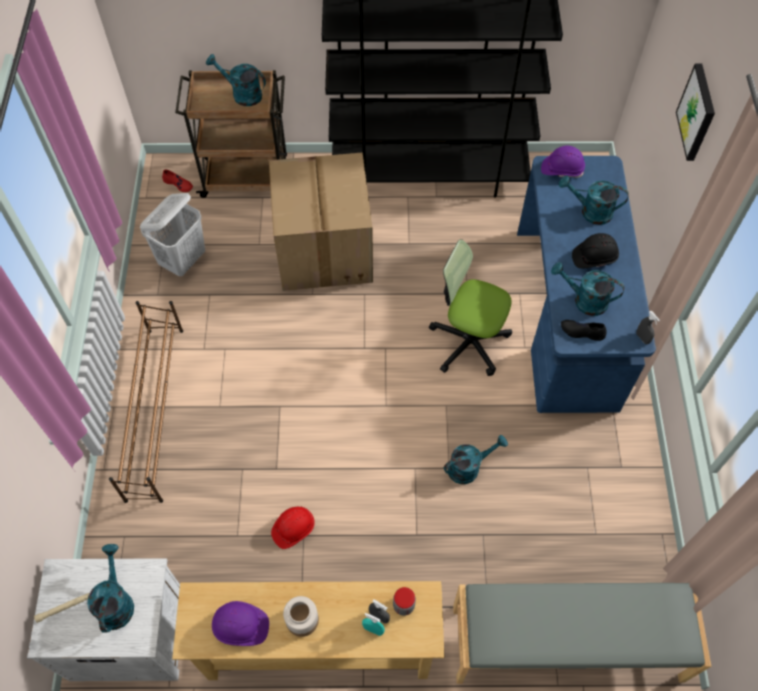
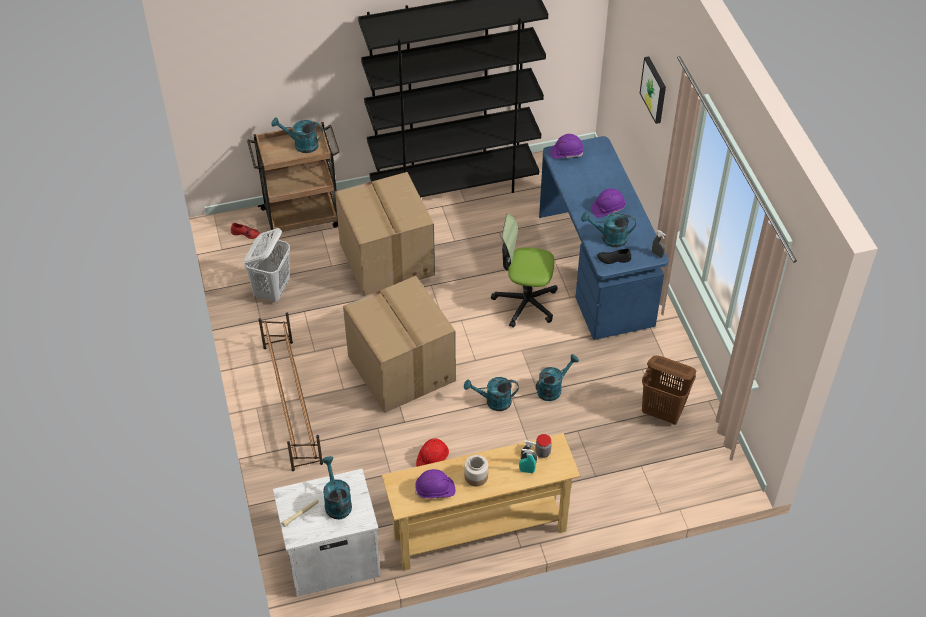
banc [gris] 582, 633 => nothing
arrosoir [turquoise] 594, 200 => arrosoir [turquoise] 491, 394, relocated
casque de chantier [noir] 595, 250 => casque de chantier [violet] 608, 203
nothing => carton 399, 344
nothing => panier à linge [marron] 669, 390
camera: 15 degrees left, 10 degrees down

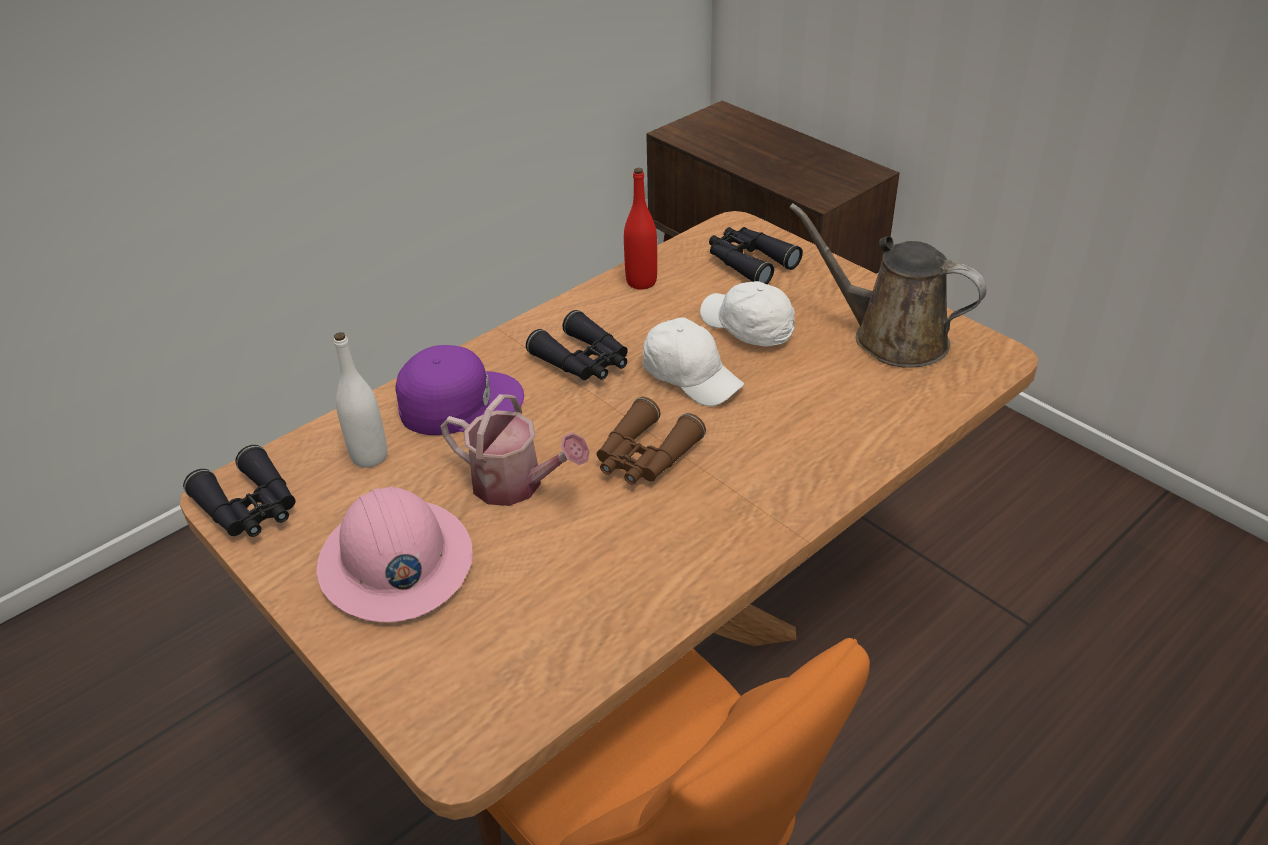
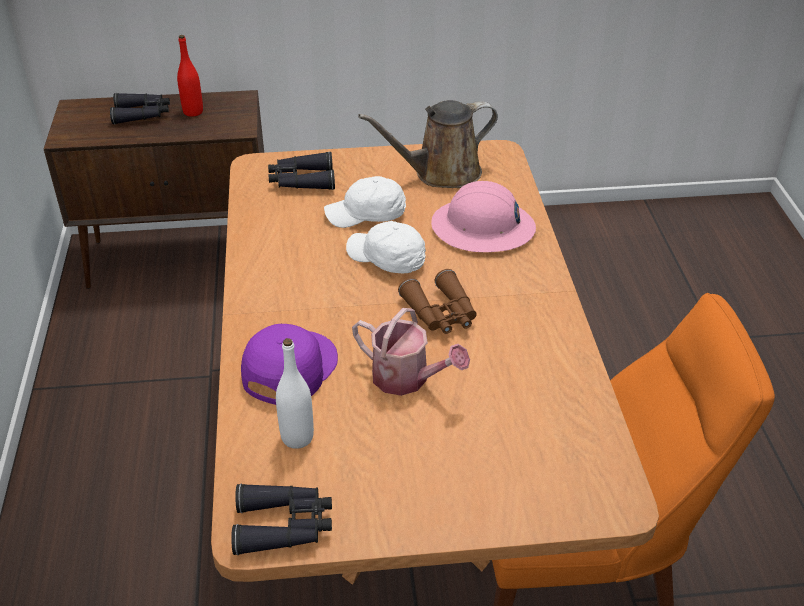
casque de chantier [rose] 395, 554 => casque de chantier [rose] 483, 216, relocated
arrosoir 515, 450 => arrosoir 411, 352, 60 degrees clockwise
jumelles [noir] 577, 345 => jumelles [noir] 140, 108, relocated
bouteille [rouge] 640, 228 => bouteille [rouge] 190, 76, relocated
casquette [blanc] 693, 362 => casquette [blanc] 386, 247, 135 degrees counterclockwise
camera: 55 degrees left, 0 degrees up

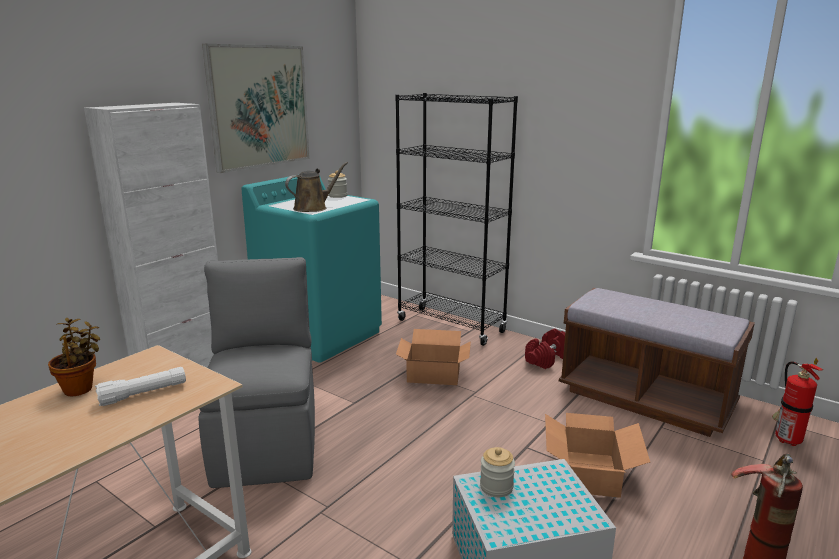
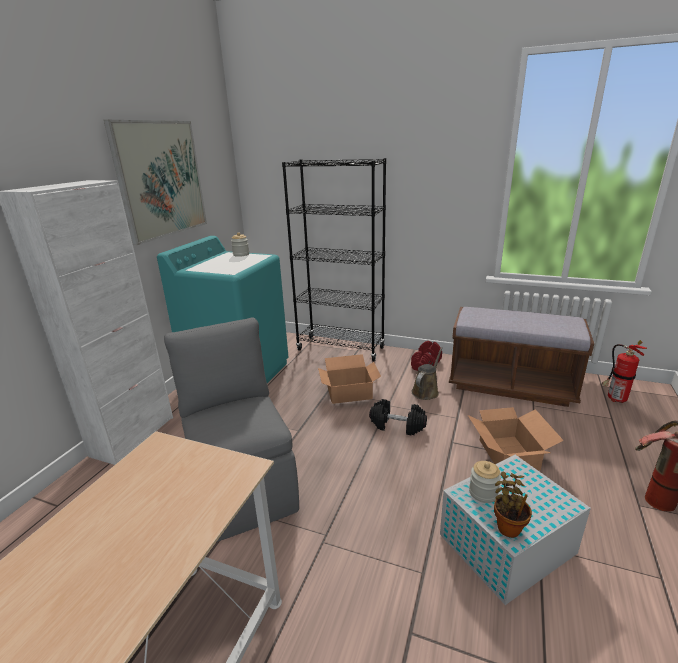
plante en pot 74, 357 => plante en pot 513, 505, relocated
lampe de poche [blanc] 140, 386 => nothing
arrosoir [marron] 316, 187 => arrosoir [marron] 427, 373, relocated
nothing => haltère [noir] 398, 417
camera: 15 degrees left, 5 degrees up

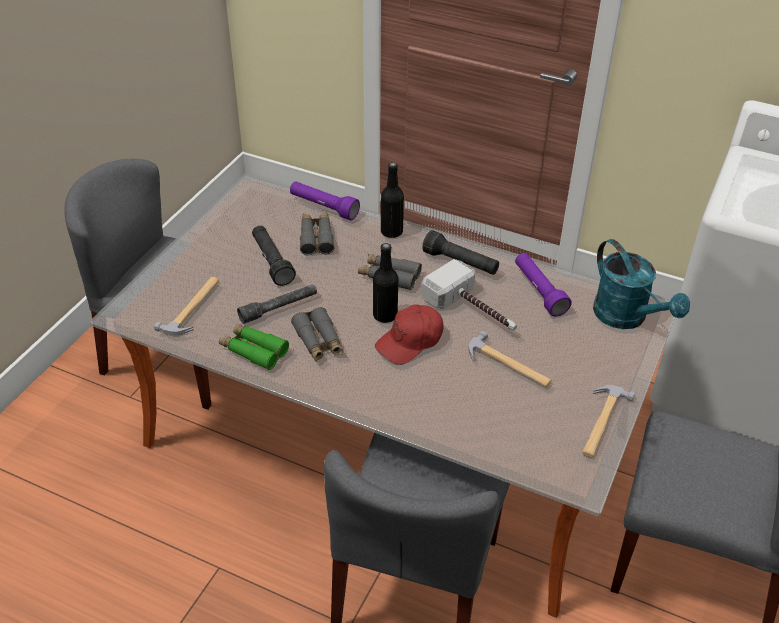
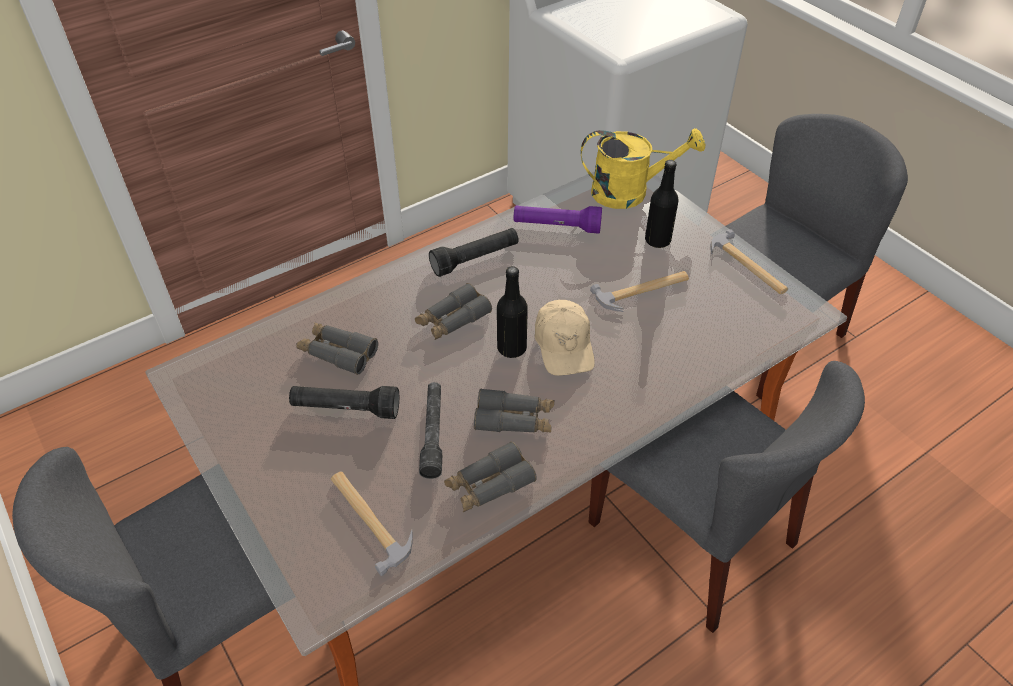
jumelles [vert] 254, 346 => jumelles [gris] 490, 477
lampe de poche [violet] 325, 200 => nothing
casquette [rouge] 409, 334 => casquette [beige] 564, 338
bouteille [noir] 392, 200 => bouteille [noir] 662, 204, relocated
marteau 469, 295 => nothing
arrosoir [turquoise] 641, 284 => arrosoir [jaune] 643, 168
camera: 60 degrees left, 5 degrees up

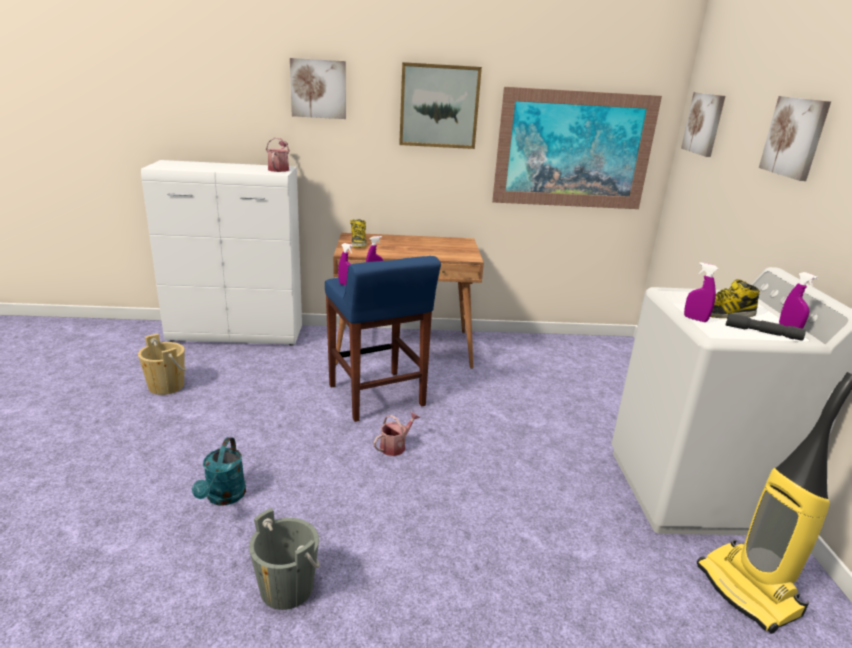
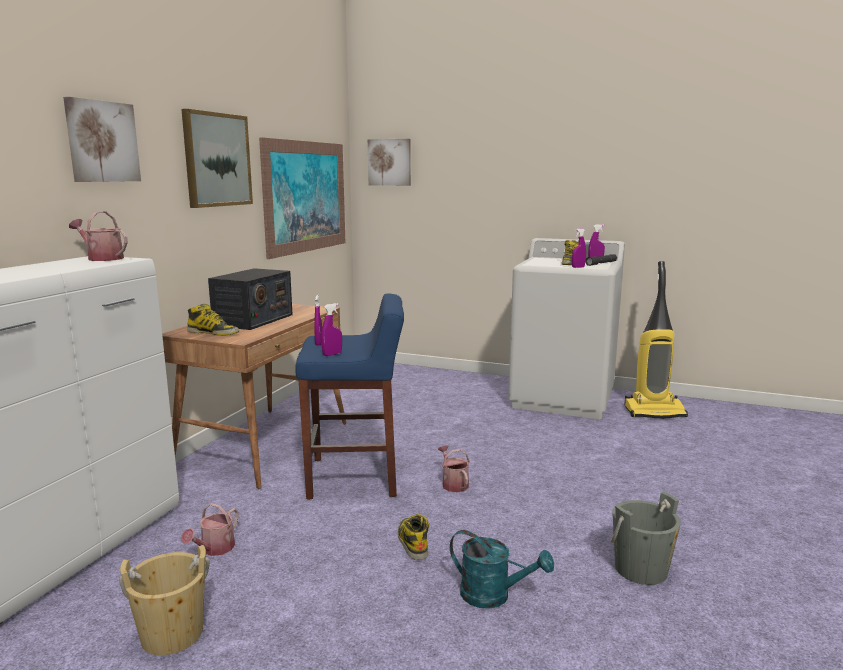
tableau 795, 138 => nothing
nothing => arrosoir 210, 529
nothing => radio 250, 299
nothing => botte 413, 537
camera: 65 degrees left, 10 degrees down

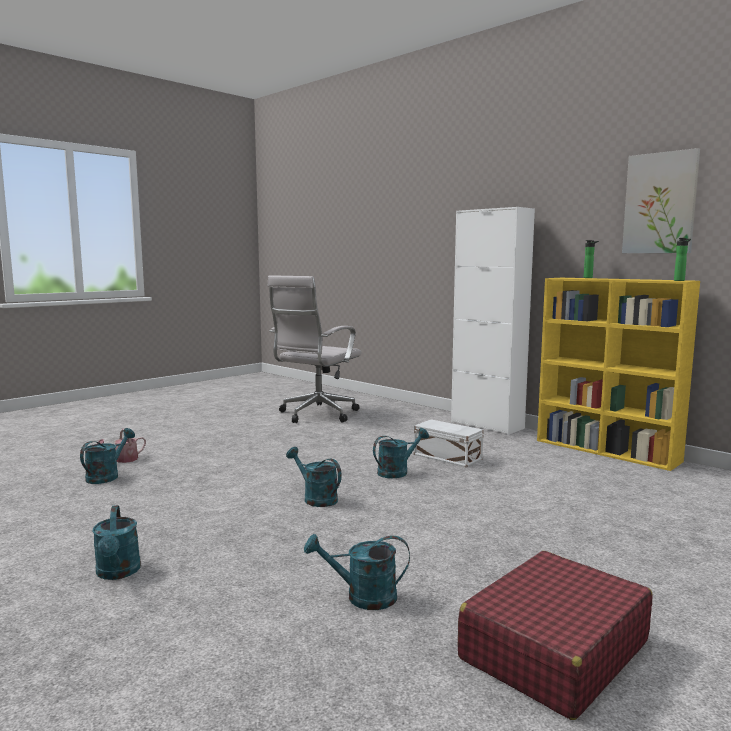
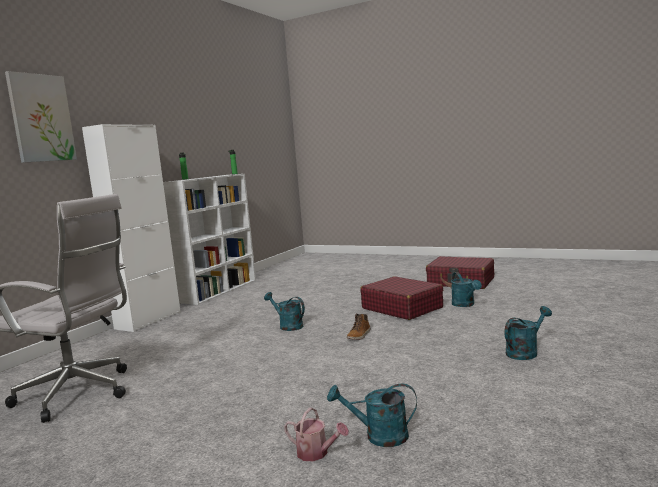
arrosoir [turquoise] 314, 477 => botte 359, 326
boîte de rangement [blanc] 449, 444 => nothing
bibliothèque [jaune] 618, 374 => bibliothèque [blanc] 209, 239
tableau 661, 200 => tableau 41, 117, relocated
nothing => valise [rouge] 401, 298
camera: 105 degrees left, 0 degrees up

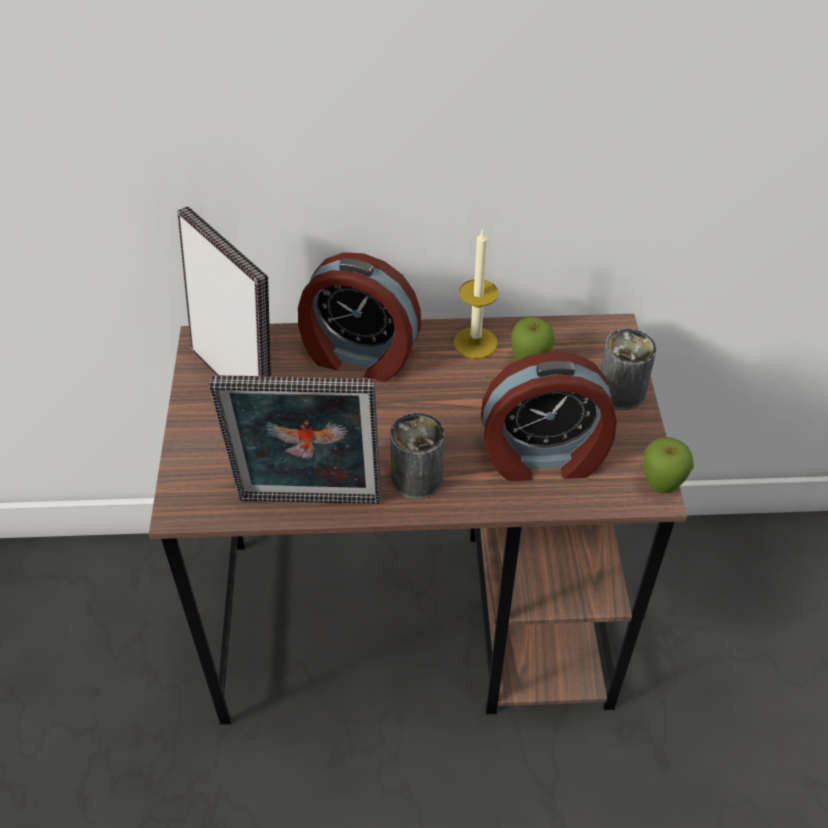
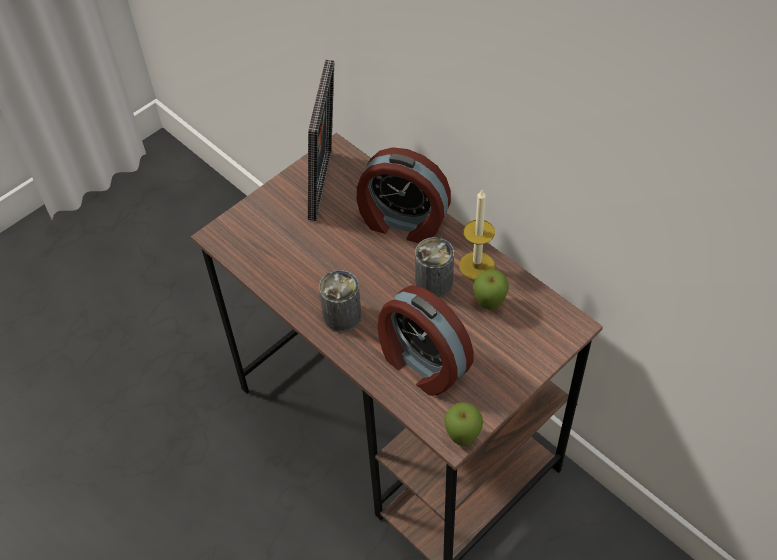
cadre photo 295, 439 => nothing
réveil 359, 317 => réveil 404, 195, 45 degrees counterclockwise
boîte métallique 629, 369 => boîte métallique 434, 267, relocated
camera: 50 degrees right, 5 degrees up

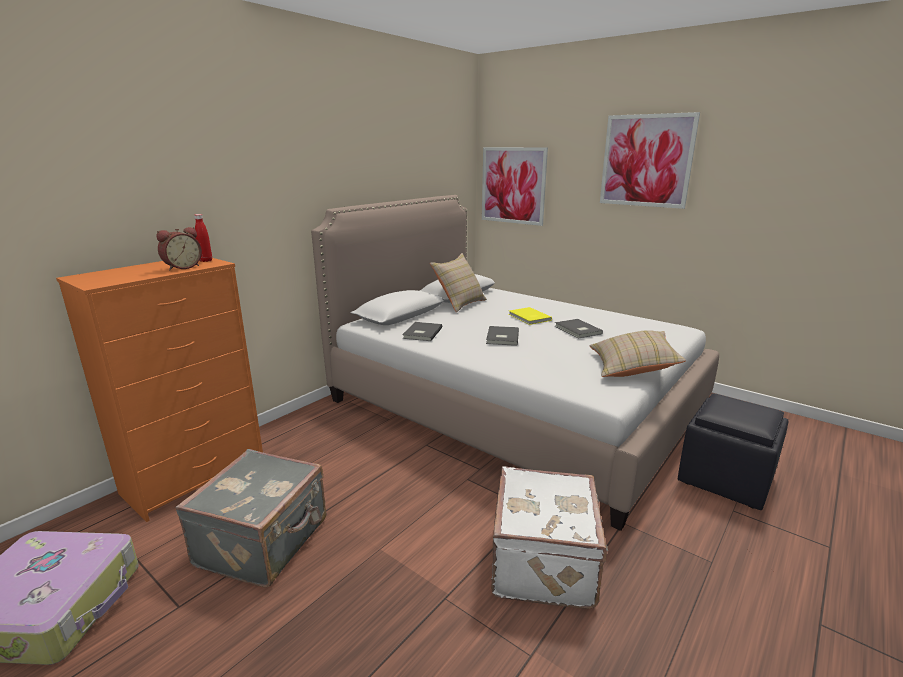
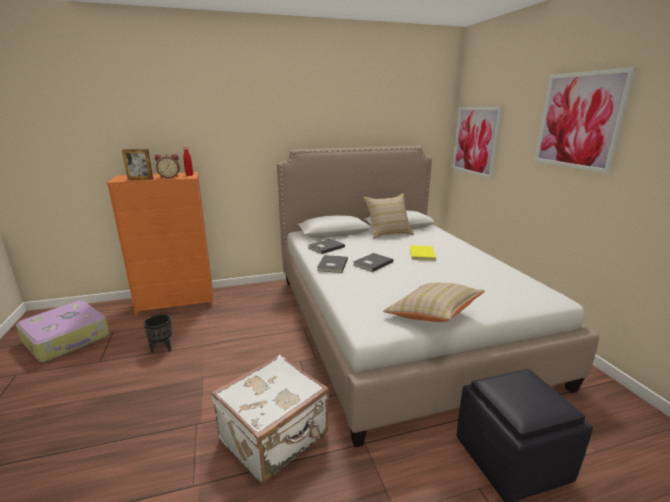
valise [gris] 250, 518 => cache-pot [noir] 157, 333
livre [gris] 579, 329 => livre [gris] 332, 264, relocated
nothing => cadre photo 137, 164
camera: 35 degrees right, 0 degrees up

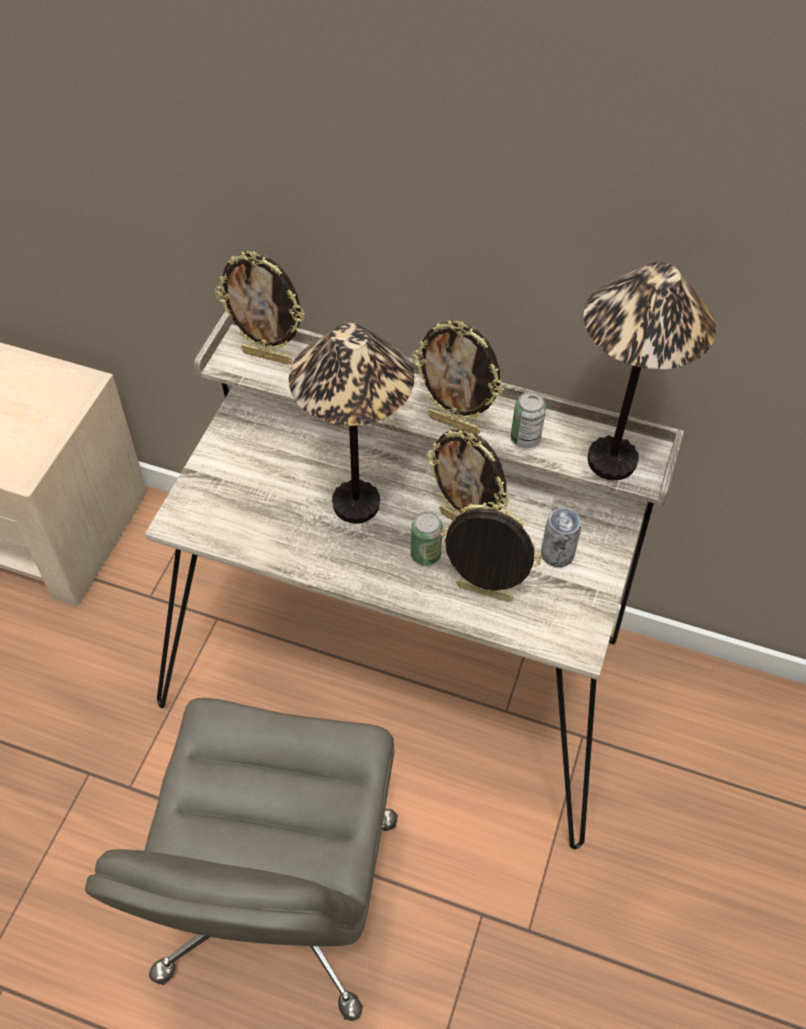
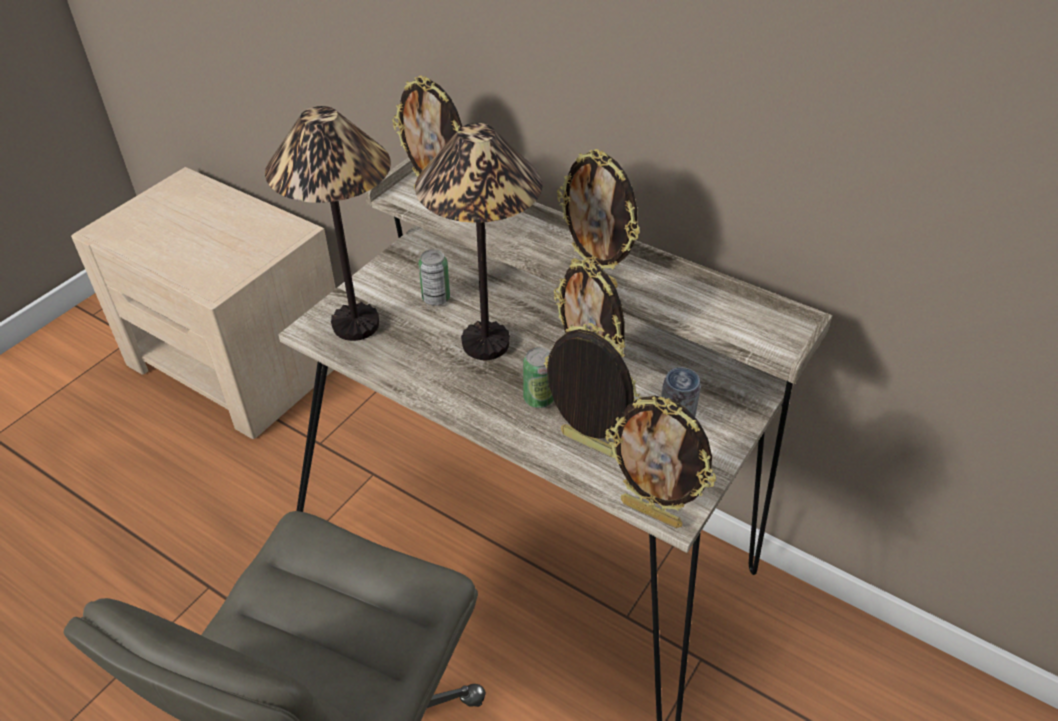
boîte métallique 528, 420 => boîte métallique 434, 277, relocated
lampe de table 649, 371 => lampe de table 328, 223, relocated
nothing => cadre photo 661, 462
camera: 15 degrees right, 10 degrees down

